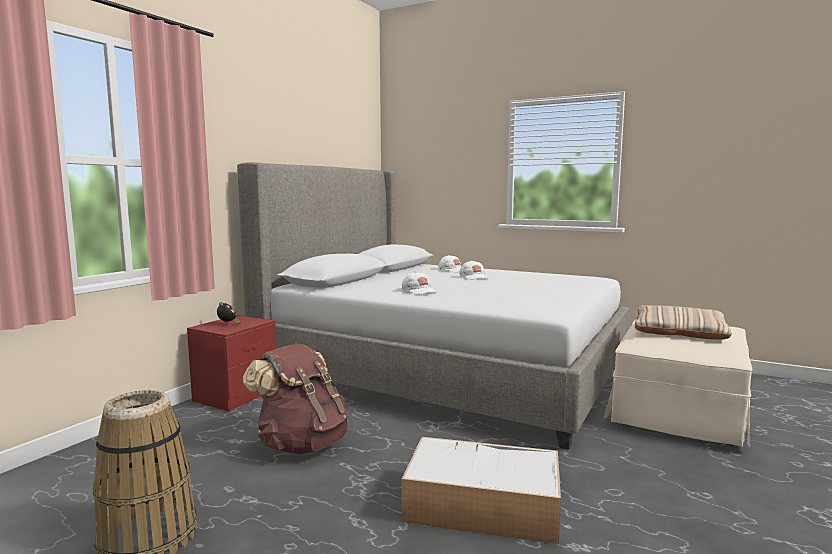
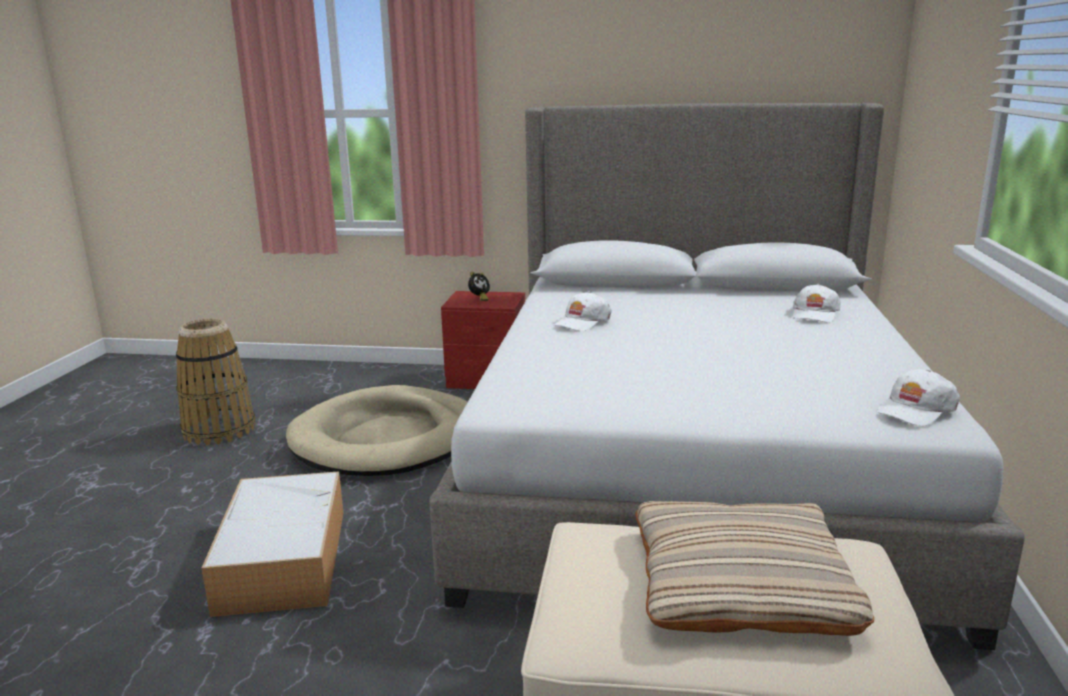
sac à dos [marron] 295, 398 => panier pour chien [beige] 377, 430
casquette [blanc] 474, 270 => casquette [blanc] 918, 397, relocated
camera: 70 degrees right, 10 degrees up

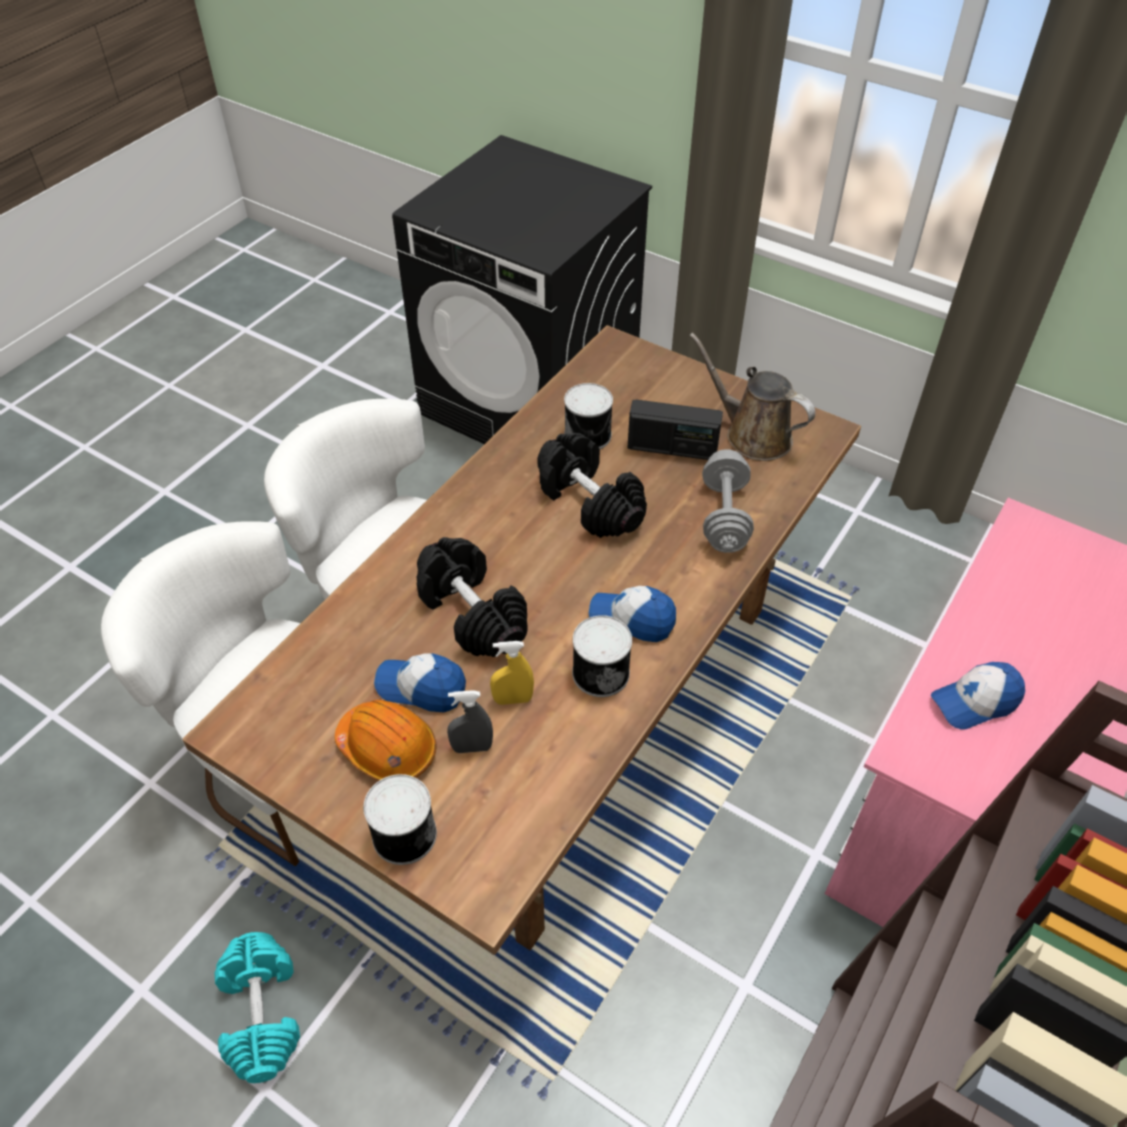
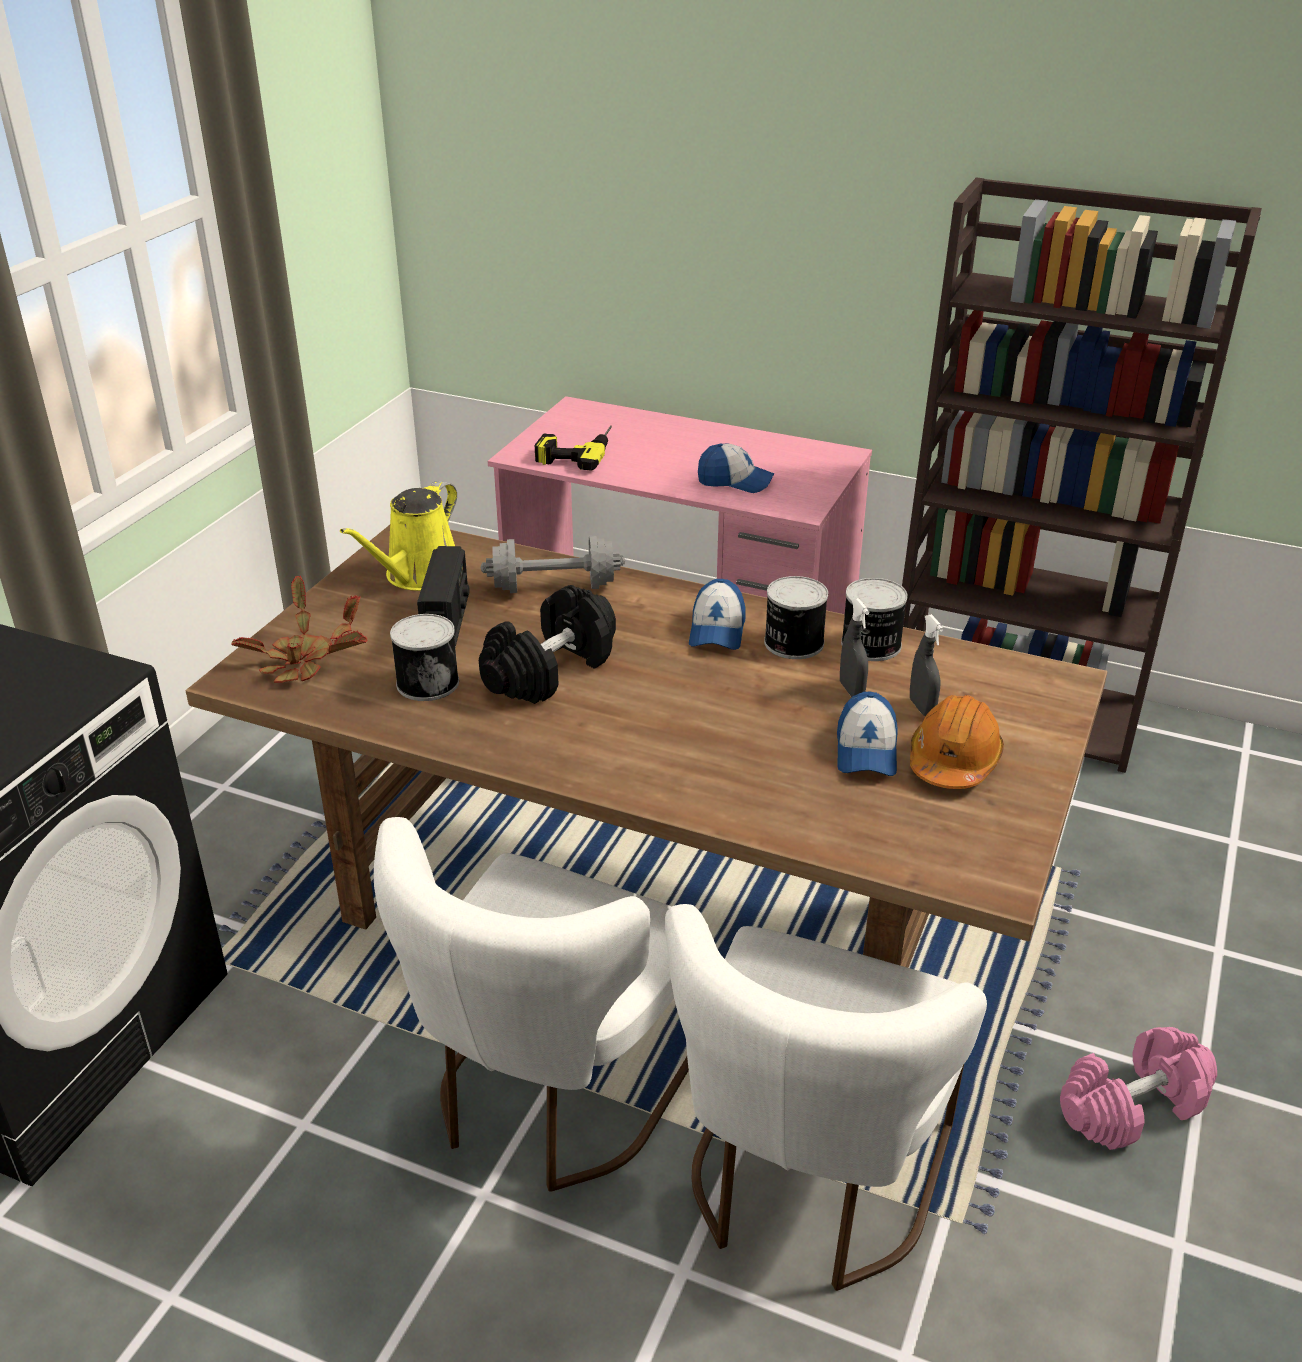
haltère [turquoise] 257, 1007 => haltère [rose] 1138, 1088
boîte métallique 400, 819 => boîte métallique 874, 619, relocated
haltère [noir] 472, 597 => nothing
vaporisateur [jaune] 512, 673 => vaporisateur [gris] 854, 647
arrosoir [marron] 752, 397 => arrosoir [jaune] 398, 536
casquette 978, 696 => casquette 736, 468, 45 degrees counterclockwise
nothing => plante en pot 299, 629
nothing => perceuse 573, 448
camera: 100 degrees left, 15 degrees down

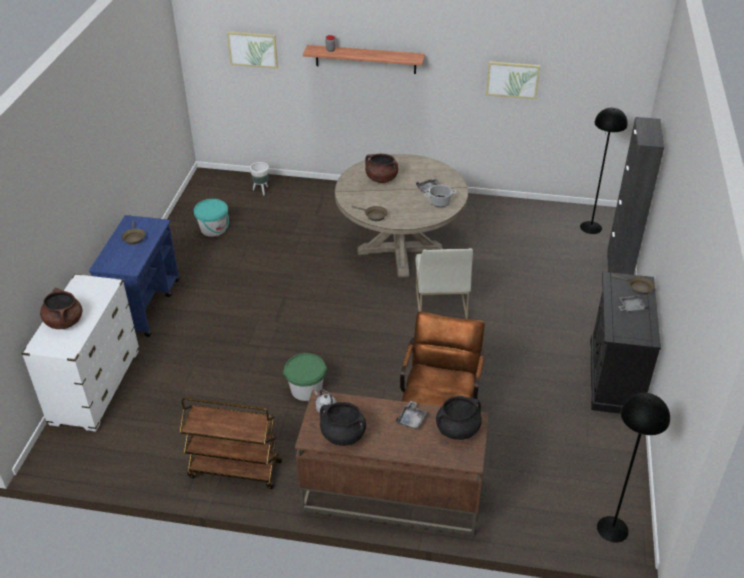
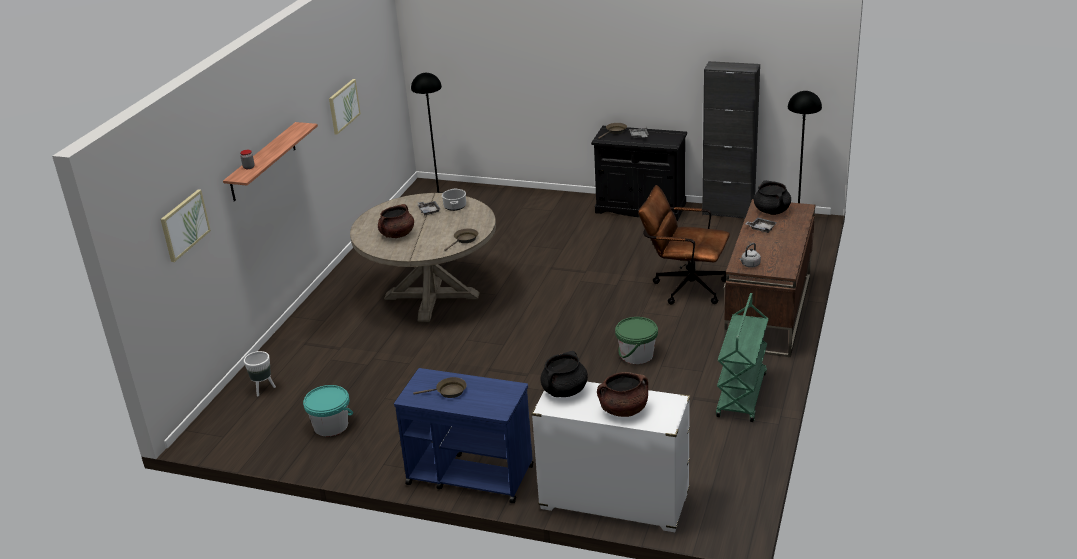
chariot [marron] 231, 443 => chariot [vert] 742, 357
marmite [noir] 343, 424 => marmite [noir] 564, 374, relocated
chaise [blanc] 444, 283 => nothing
meuble de rangement [noir] 635, 196 => meuble de rangement [noir] 731, 139, relocated
camera: 80 degrees left, 10 degrees down

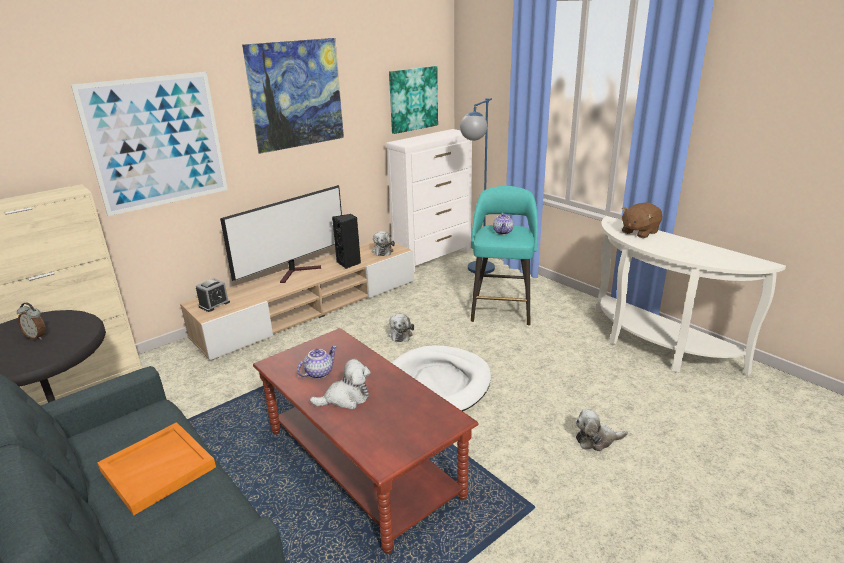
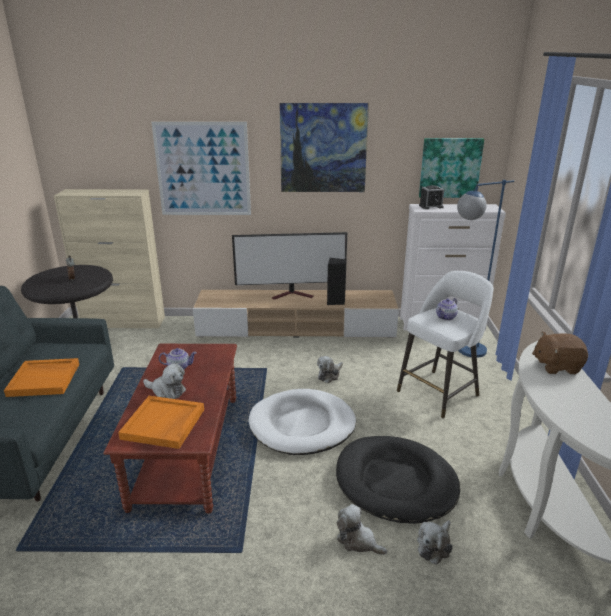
réveil 213, 295 => réveil 431, 197, relocated
peluche 383, 243 => peluche 435, 543, relocated
tabouret [turquoise] 504, 255 => tabouret [blanc] 445, 344
nothing => plateau [orange] 161, 422
nothing => panier pour chien [noir] 398, 480
camera: 40 degrees right, 0 degrees up

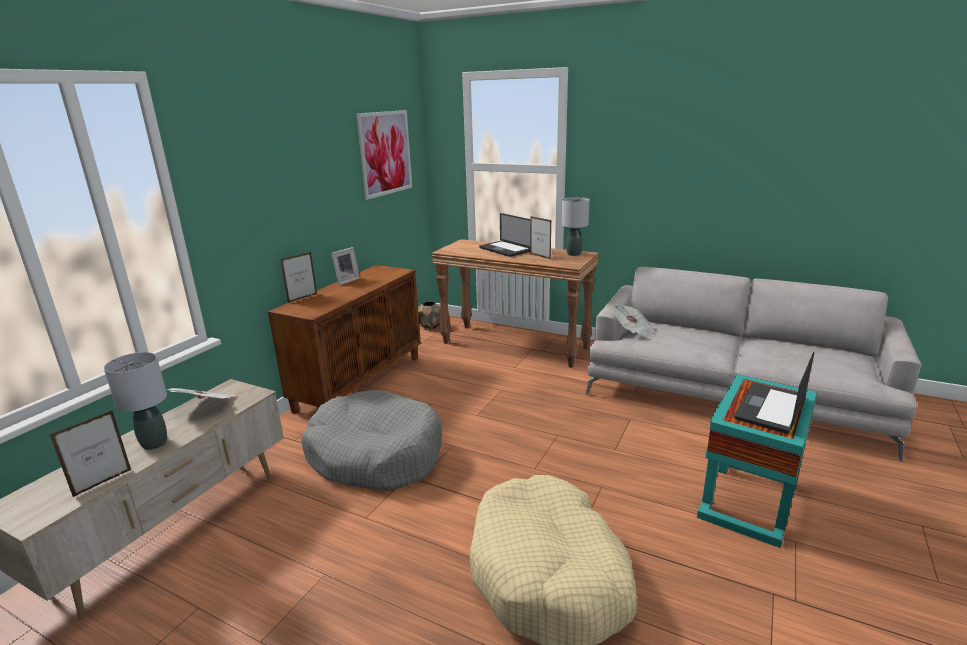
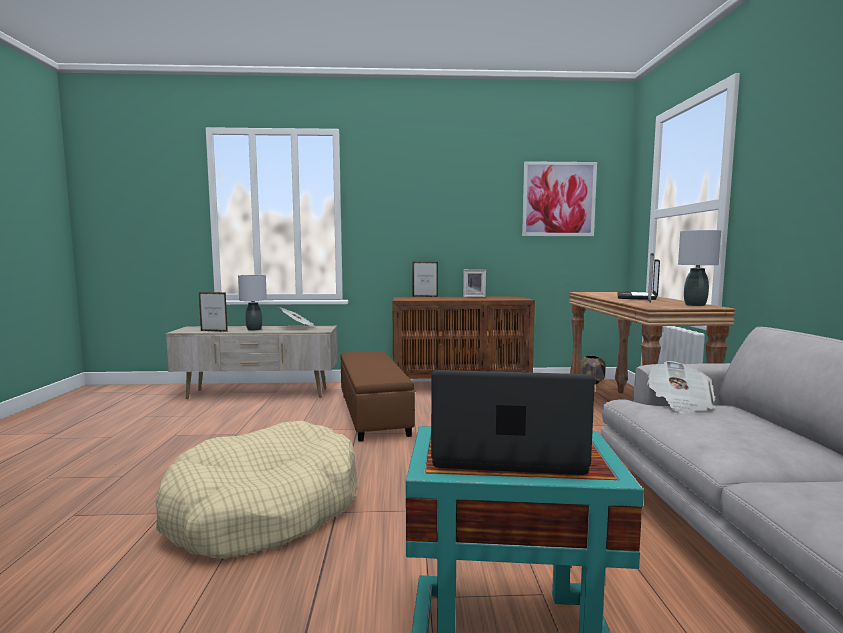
panier pour chien [gris] 371, 440 => pouf [marron] 378, 396
camera: 60 degrees right, 15 degrees down

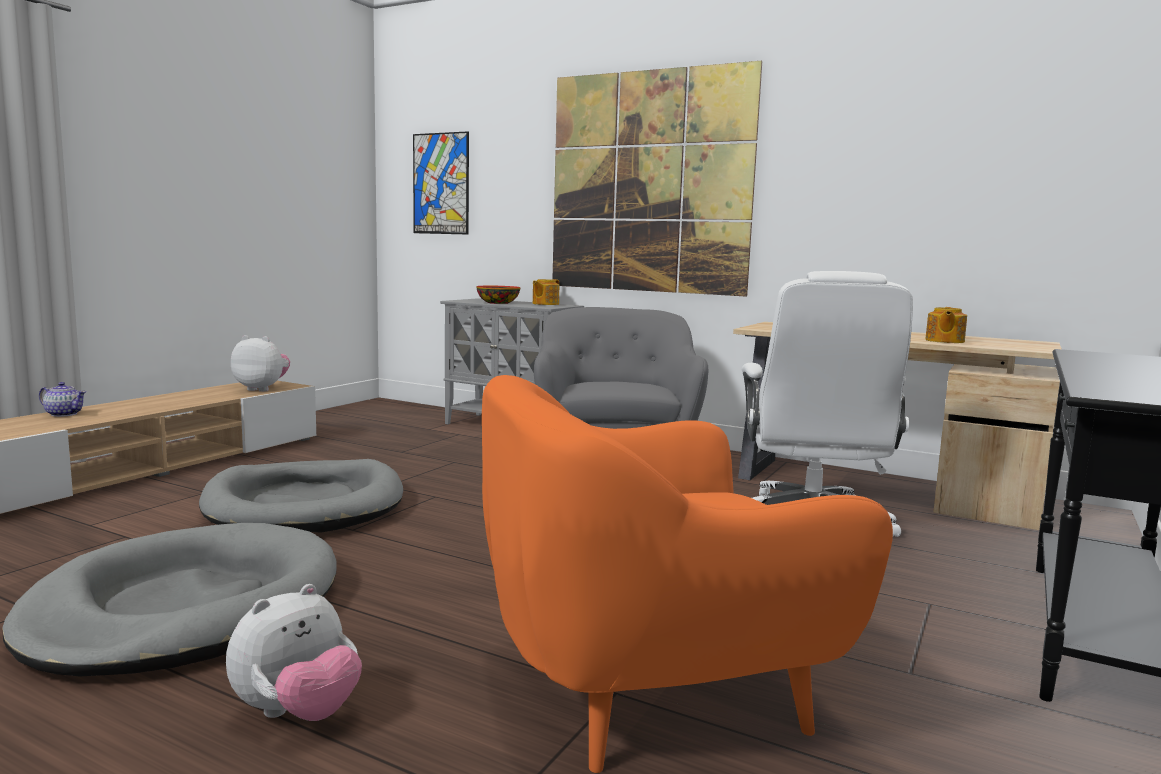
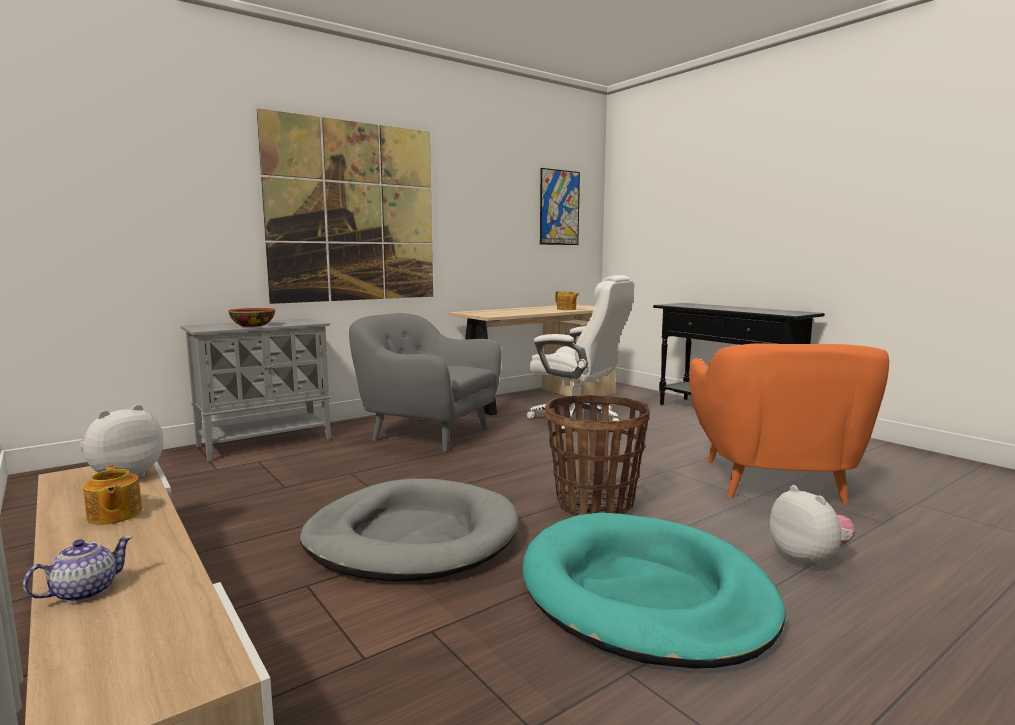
panier pour chien [gris] 169, 600 => panier pour chien [turquoise] 654, 591
tableau 441, 183 => tableau 560, 206, relocated
théière 546, 292 => théière 112, 495, relocated
nothing => panier 597, 455
camera: 65 degrees left, 0 degrees up

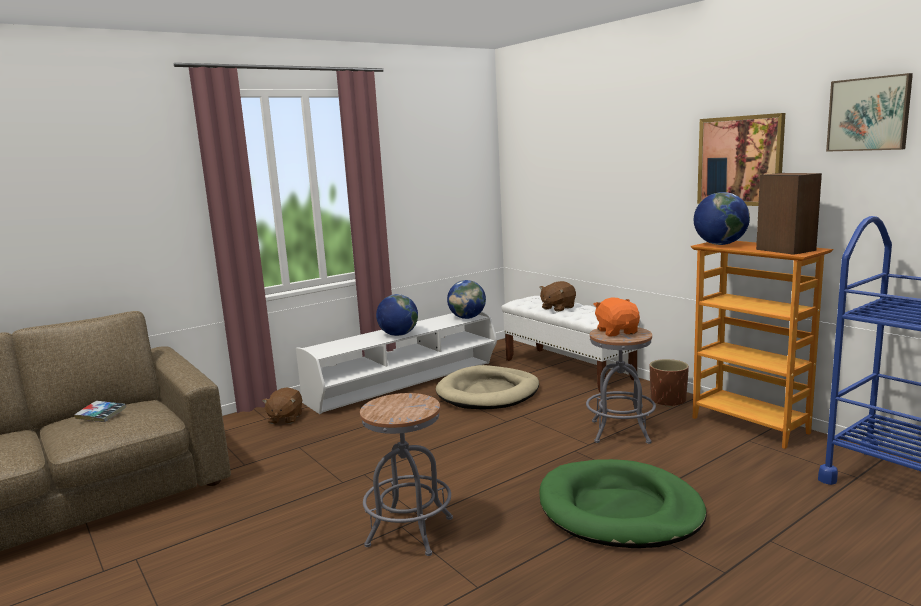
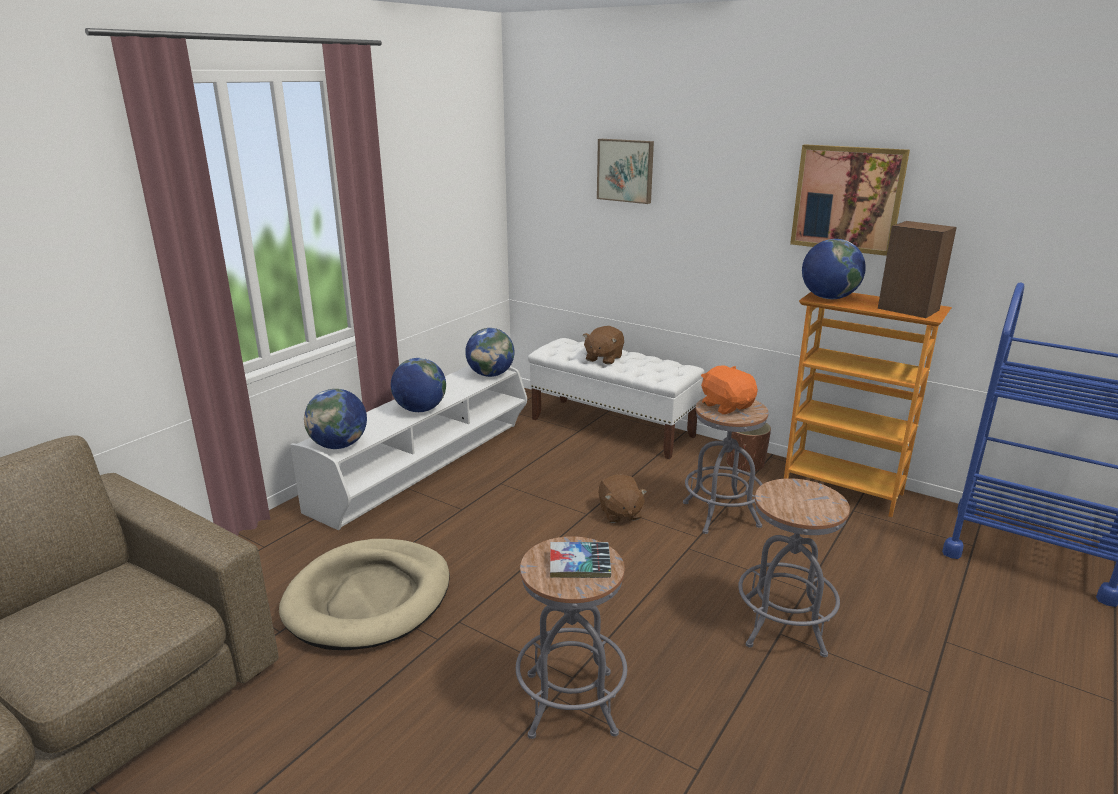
livre 100, 411 => livre 580, 560, relocated
peluche [marron] 282, 406 => peluche [marron] 622, 498, relocated
panier pour chien [beige] 487, 387 => panier pour chien [beige] 364, 594, relocated
panier pour chien [vert] 623, 503 => tabouret [gris] 794, 567
tableau 869, 112 => tableau 625, 171, relocated
nothing => globe 335, 419
camera: 20 degrees left, 10 degrees up

